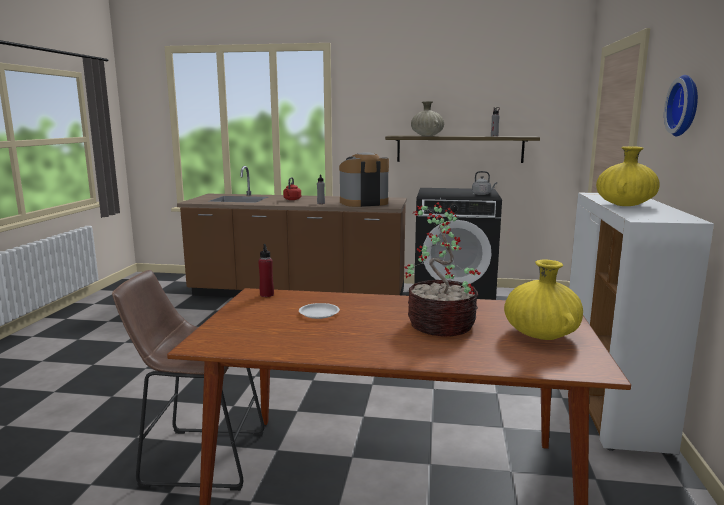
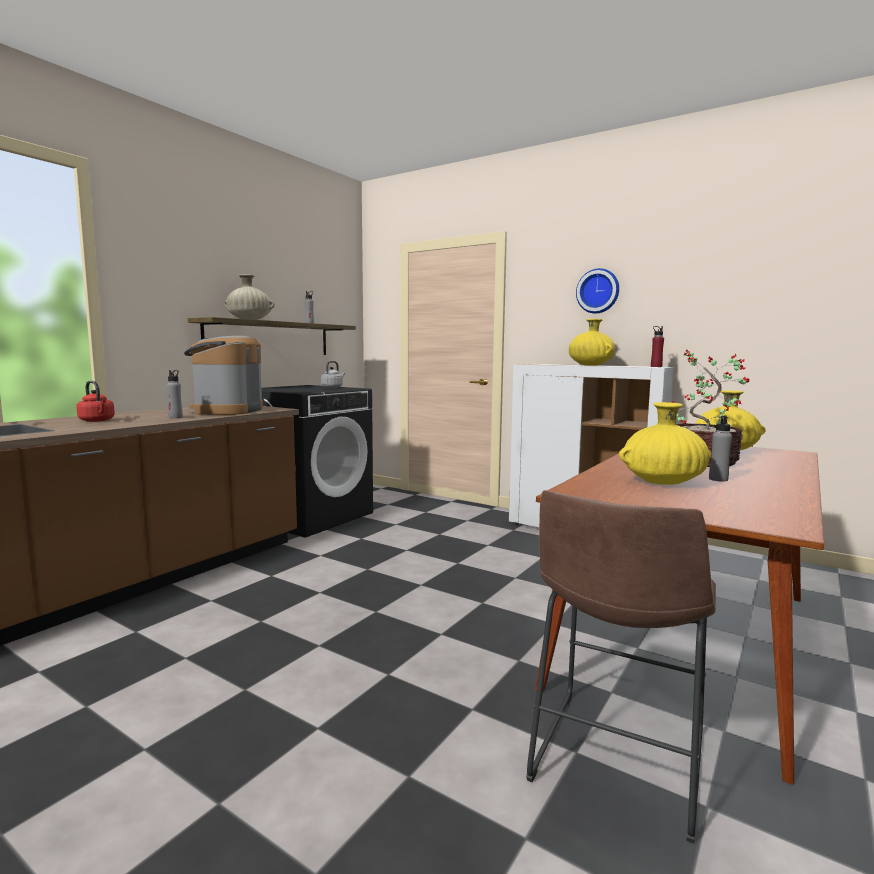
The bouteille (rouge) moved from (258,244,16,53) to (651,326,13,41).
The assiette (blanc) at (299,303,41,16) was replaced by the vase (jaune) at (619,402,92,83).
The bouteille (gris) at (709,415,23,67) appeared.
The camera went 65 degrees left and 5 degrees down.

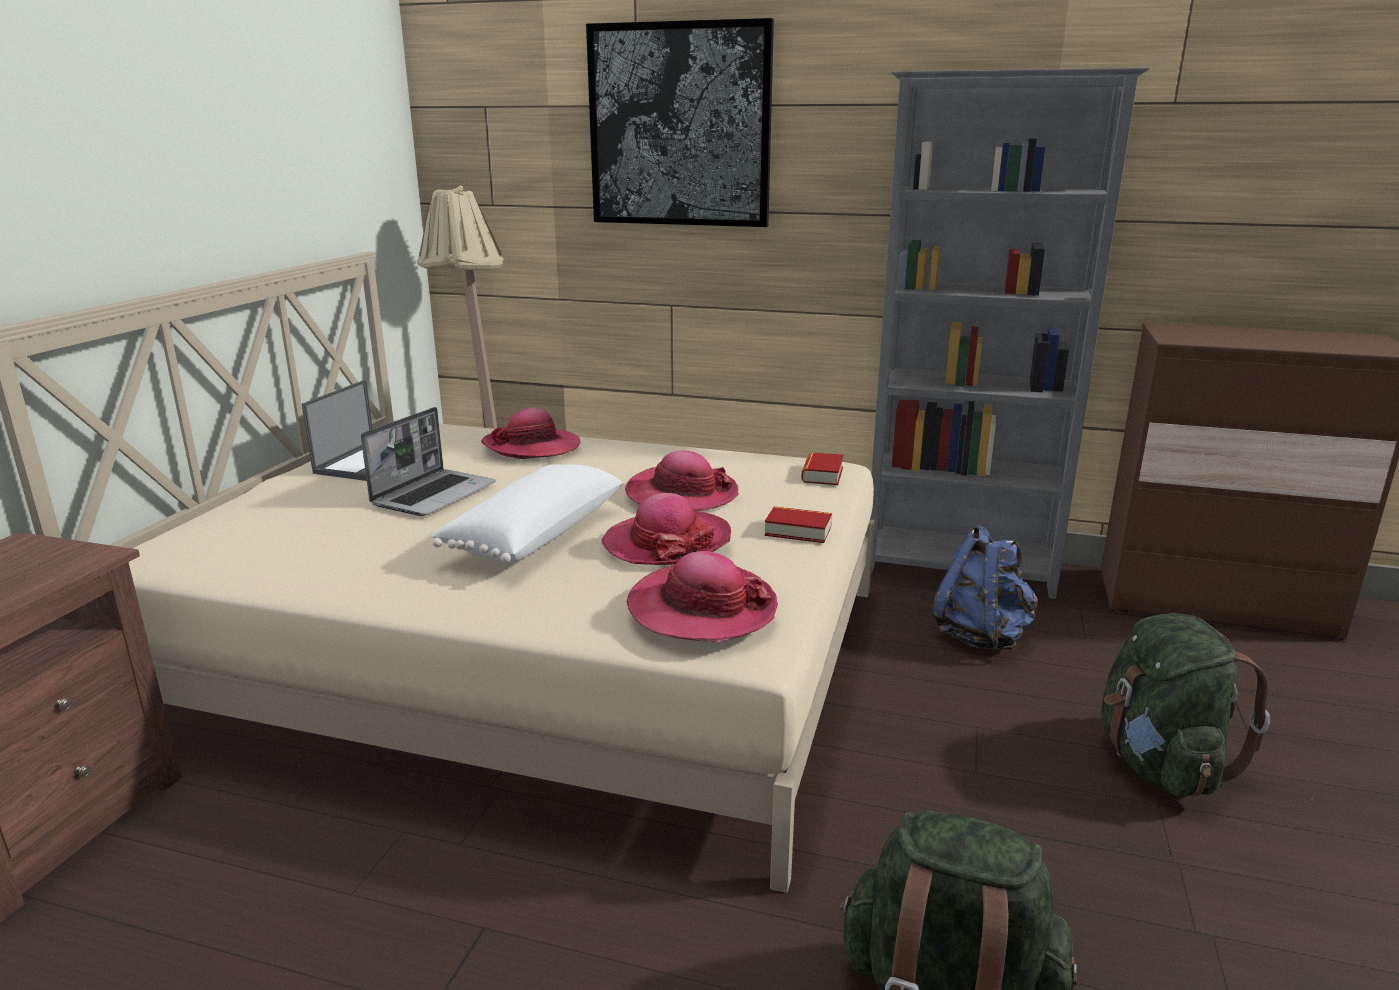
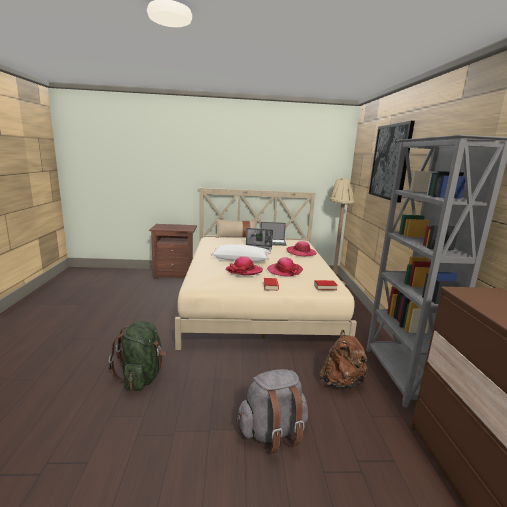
The sac à dos (bleu) at (931,525,107,125) became the sac à dos (marron) at (320,330,48,59).
The chapeau at (627,551,151,91) disappeared.
The sac à dos (vert) at (1101,613,169,184) became the sac à dos (gris) at (237,369,71,85).
The coussin (beige) at (216,219,42,19) appeared.
The camera went 70 degrees right and 5 degrees down.

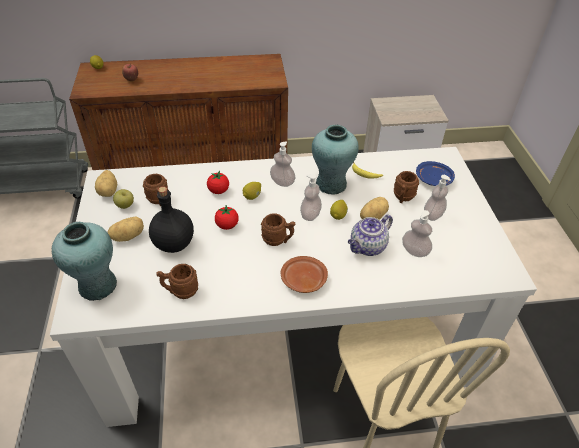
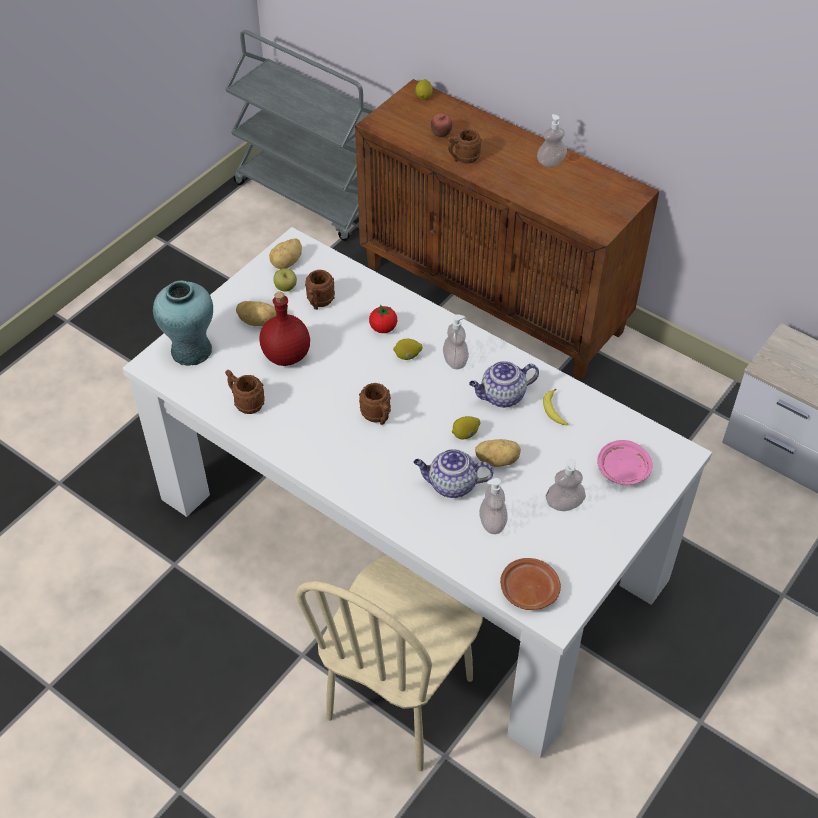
The vase (turquoise) at (312,125,47,70) was replaced by the théière at (469,361,70,47).
The assiette (bleu) at (416,161,39,25) became the assiette (rose) at (597,440,55,45).
The mug (marron) moved from (394,171,25,32) to (448,129,34,35).
The distributeur de savon moved from (300,174,22,47) to (537,114,30,53).
The bouteille (noir) at (149,187,45,66) became the bouteille (rouge) at (260,292,50,74).
The tomate at (215,205,24,25) disappeared.
The assiette (marron) moved from (281,256,47,37) to (500,558,61,52).
The camera went 45 degrees right and 5 degrees up.

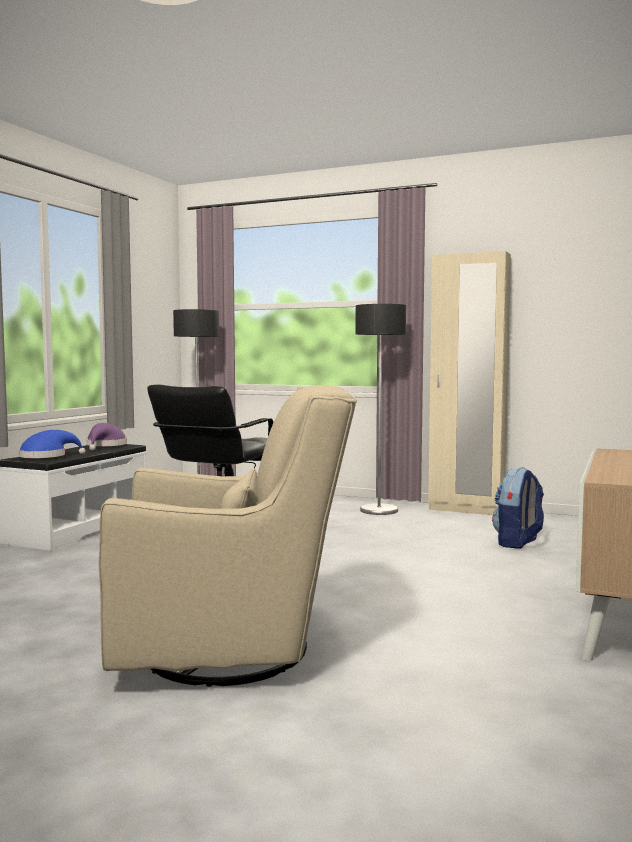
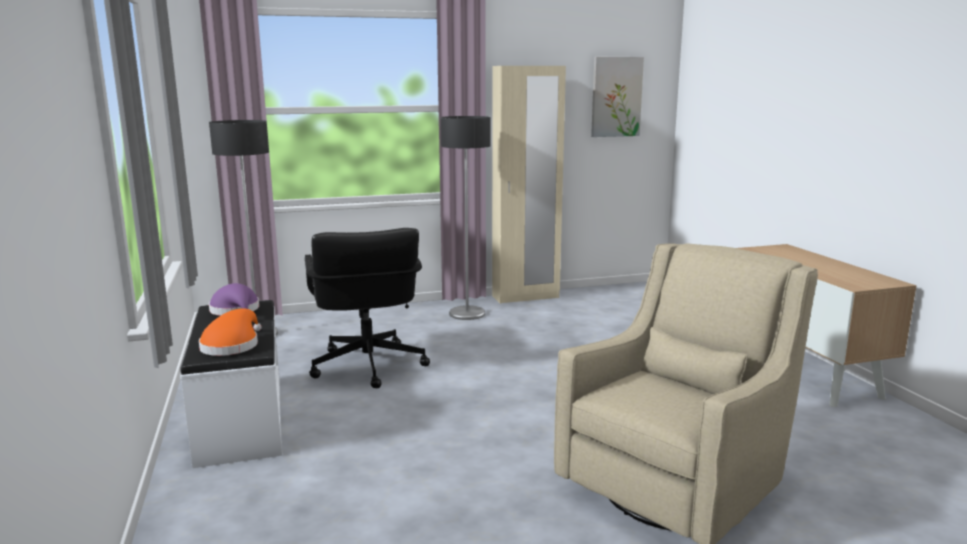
The chapeau (bleu) at (19,430,66,28) became the chapeau (orange) at (199,308,63,48).
The sac à dos at (492,467,52,82) disappeared.
The tableau at (591,57,53,80) appeared.
The camera went 40 degrees left and 10 degrees up.

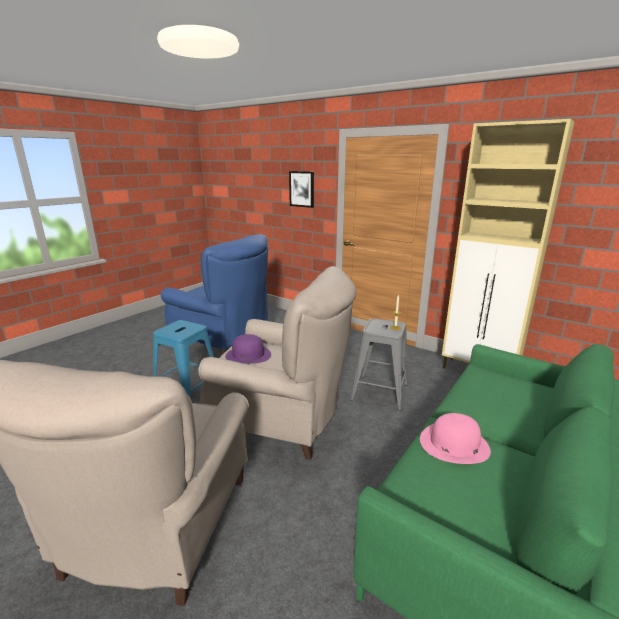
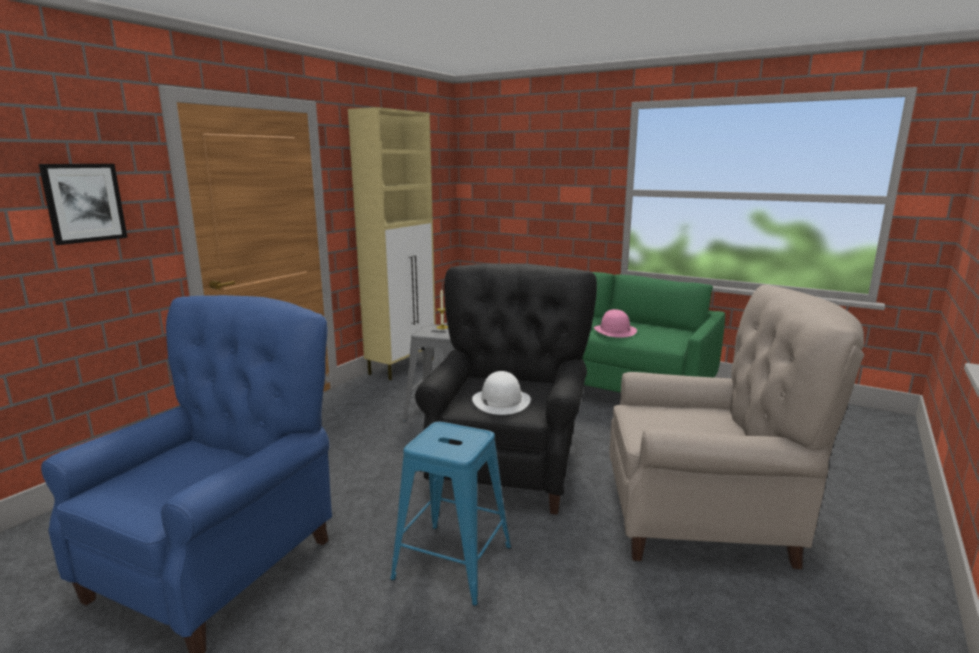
The fauteuil (beige) at (199,266,157,194) became the fauteuil (noir) at (415,263,182,252).
The chapeau (violet) at (225,334,46,30) became the chapeau (blanc) at (472,371,59,44).
The camera went 95 degrees left and 5 degrees down.

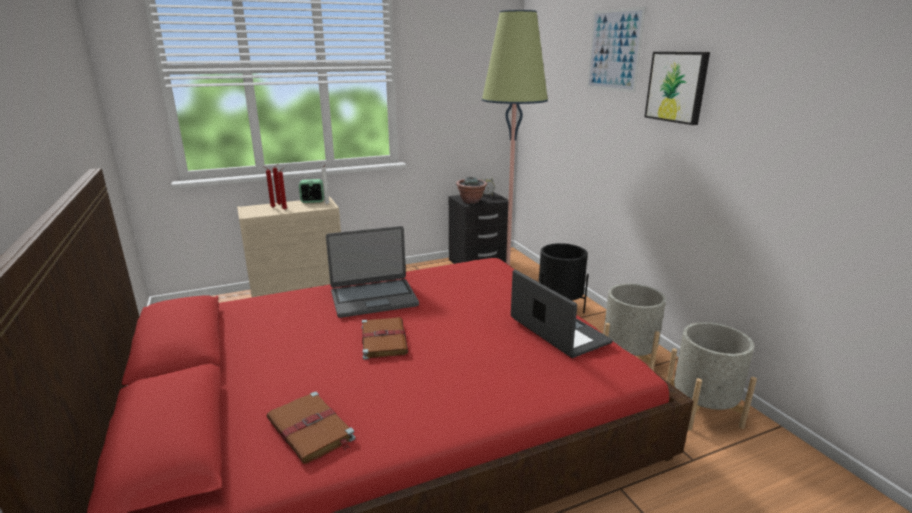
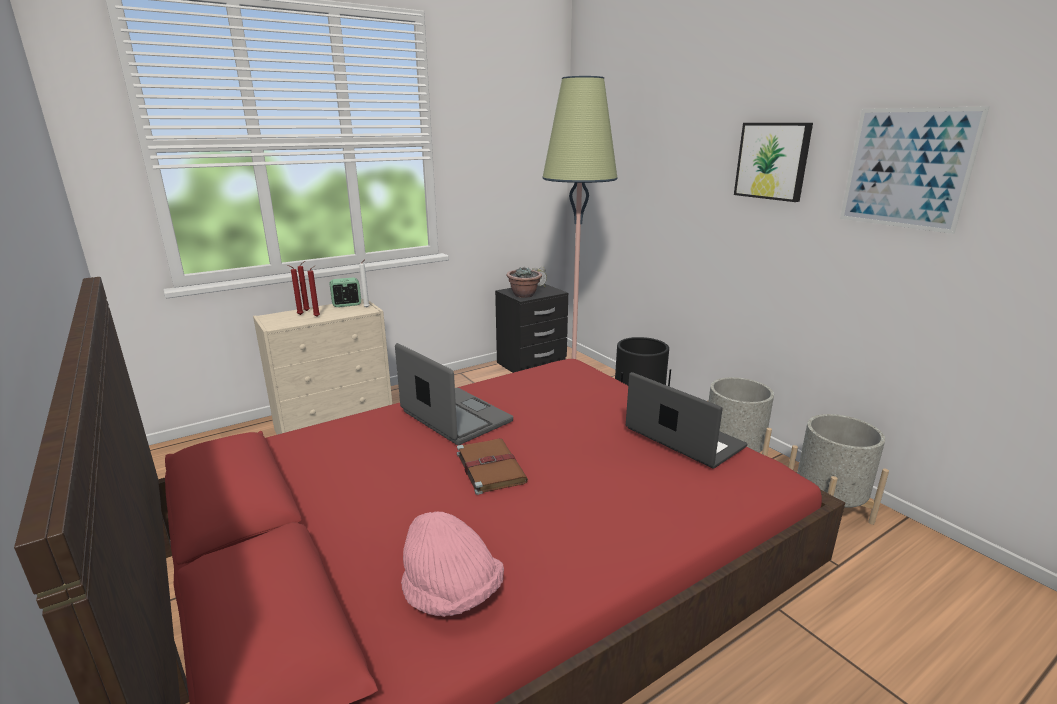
The tableau moved from (587,7,59,86) to (840,106,150,128).
The ordinateur portable at (326,226,93,92) turned 105 degrees counterclockwise.
The livre (marron) at (266,391,89,73) was replaced by the chapeau (rose) at (401,511,103,106).
The camera went 10 degrees left and 0 degrees up.

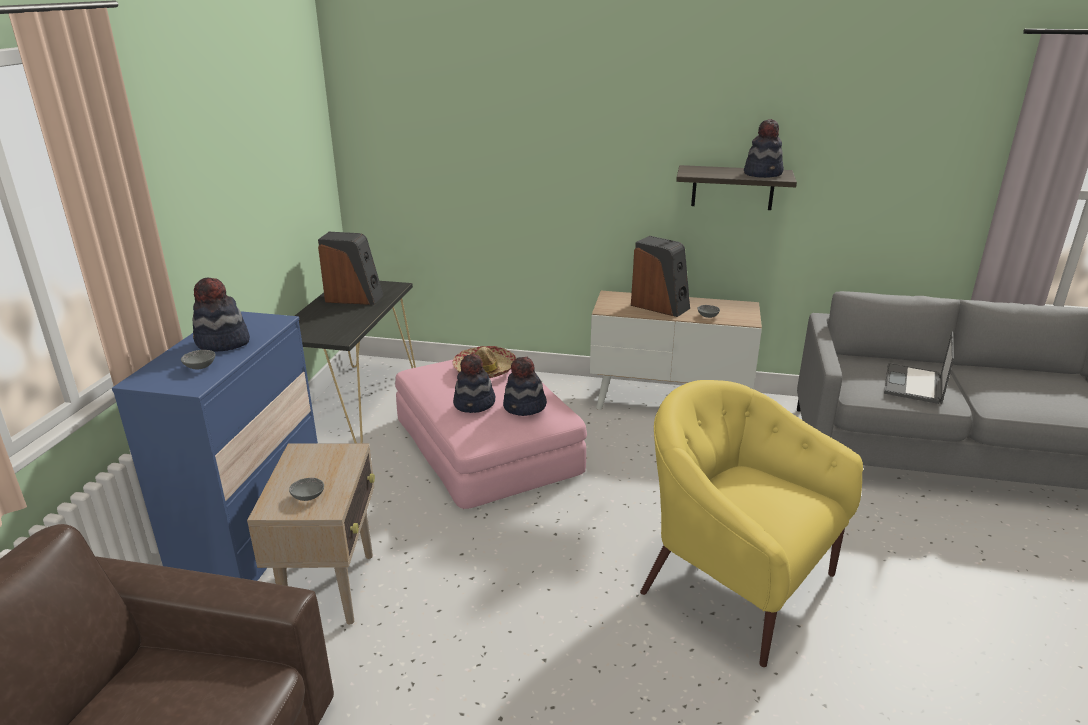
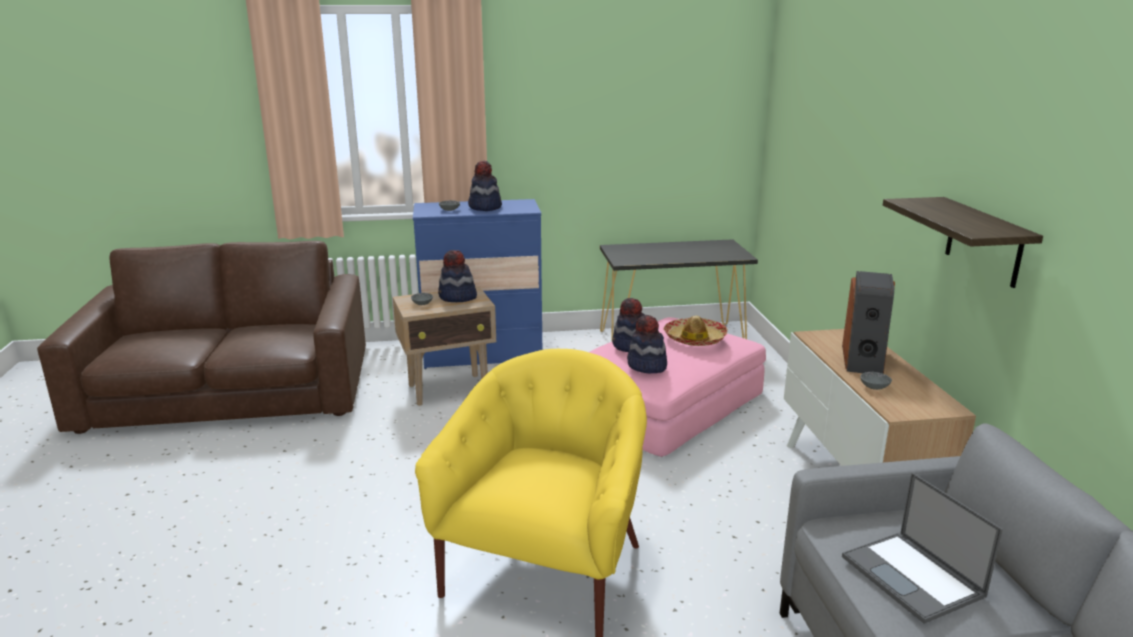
The chapeau moved from (744,119,40,59) to (438,250,39,52).
The enceinte at (318,232,65,73) disappeared.
The ordinateur portable at (884,332,70,72) turned 120 degrees counterclockwise.
The camera went 70 degrees right and 5 degrees down.

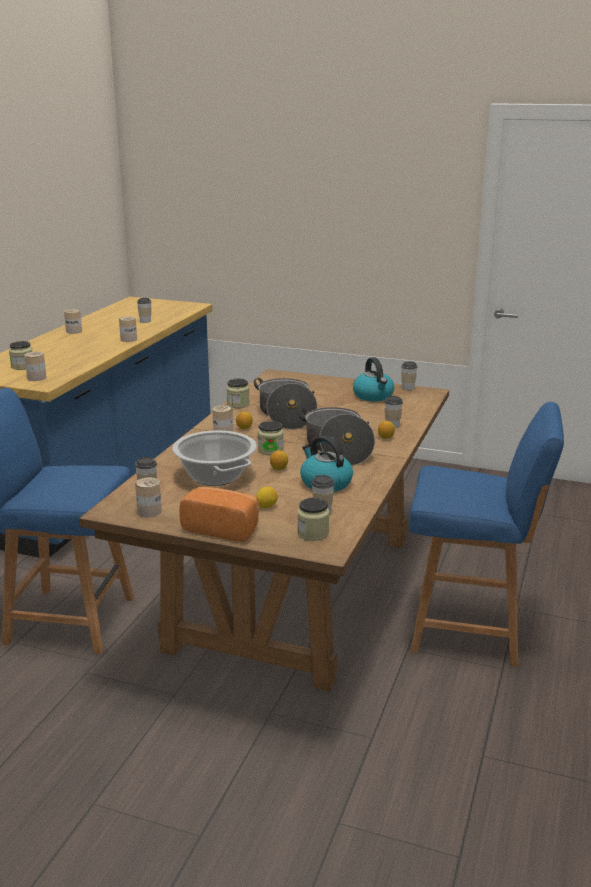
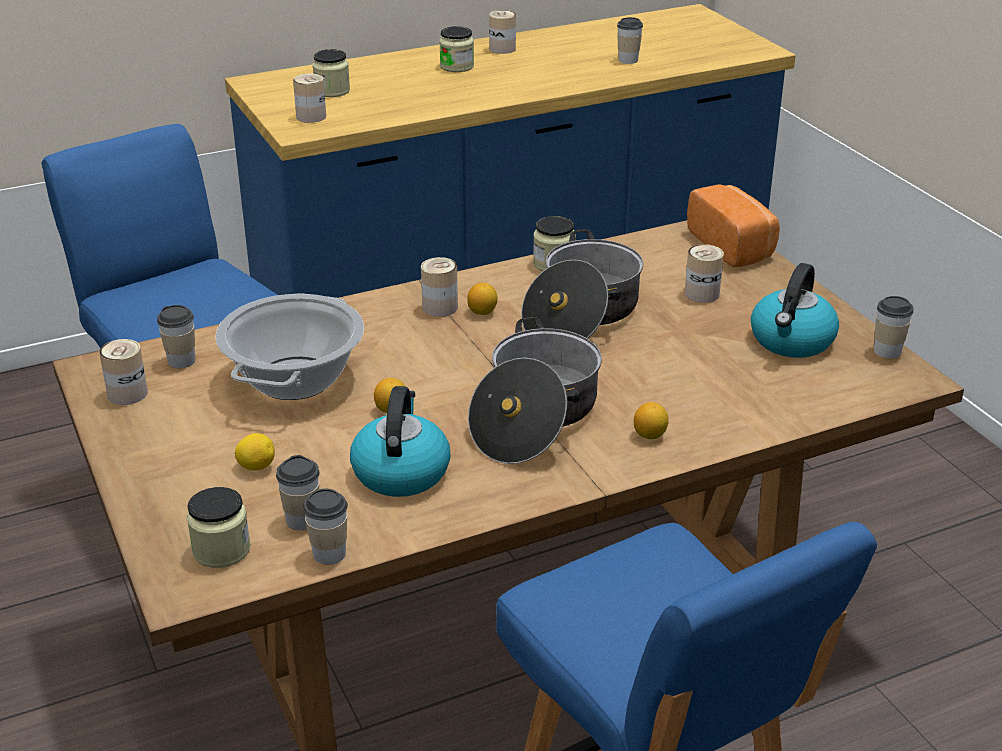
The boîte métallique moved from (119,316,18,26) to (685,244,39,59).
The tasse moved from (384,396,19,32) to (303,489,45,76).
The bocal moved from (258,421,26,34) to (439,26,35,46).
The pain moved from (179,487,80,55) to (687,184,93,84).
The camera went 45 degrees right and 10 degrees up.

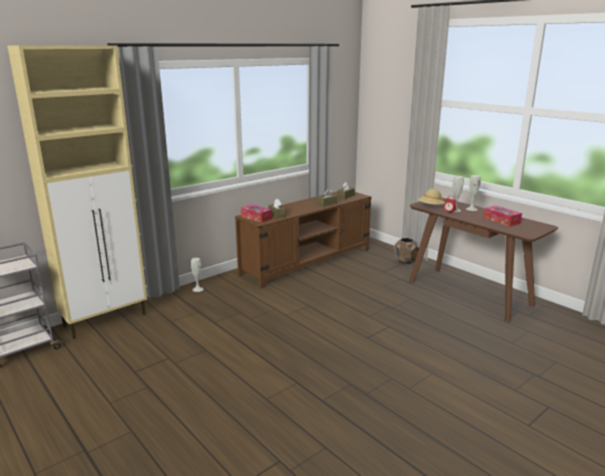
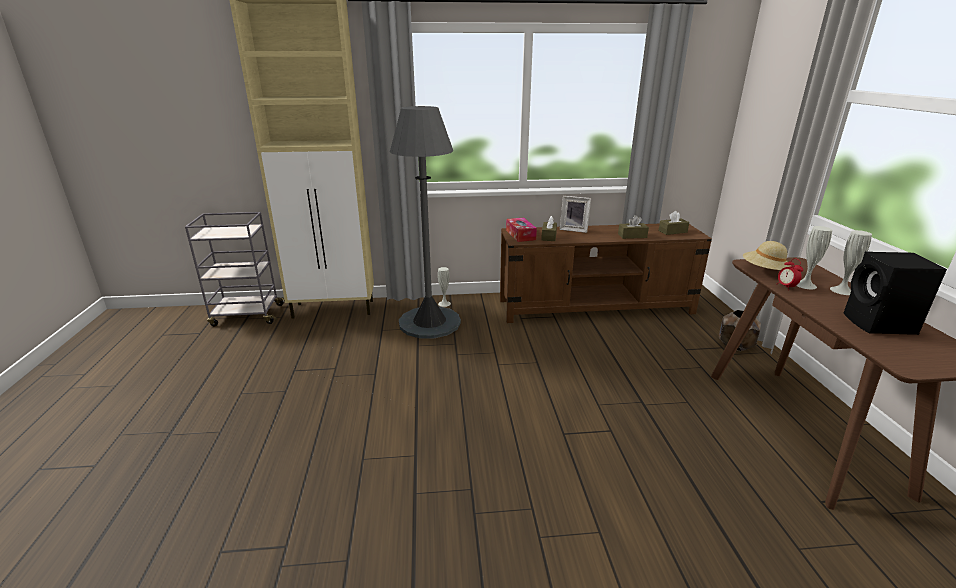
The boîte à mouchoirs at (483,205,39,22) was replaced by the enceinte (noir) at (844,251,103,84).
The lampadaire (gris) at (390,106,71,232) appeared.
The cadre photo at (560,196,31,37) appeared.
The camera went 35 degrees right and 5 degrees up.

